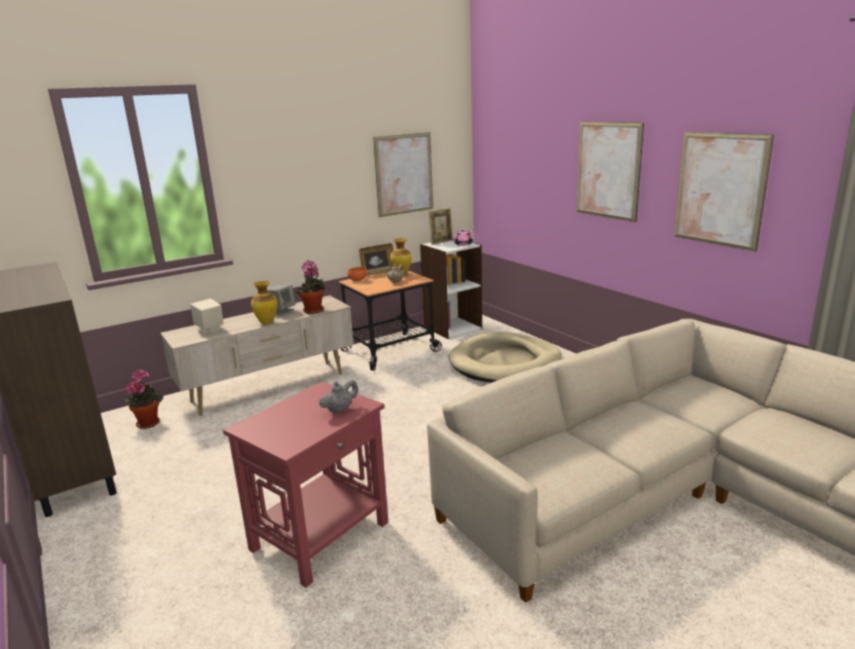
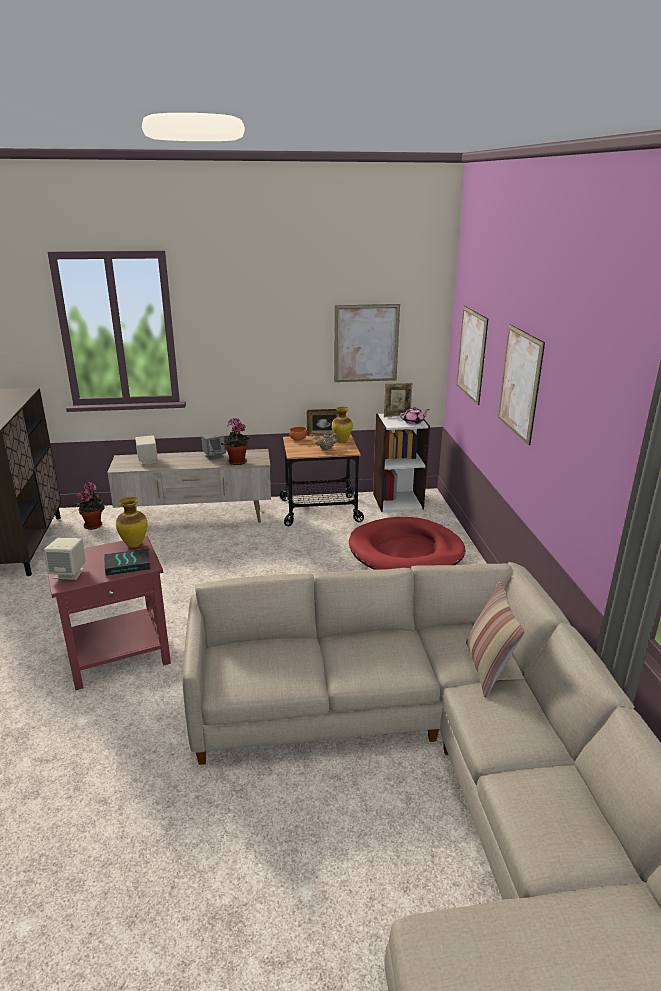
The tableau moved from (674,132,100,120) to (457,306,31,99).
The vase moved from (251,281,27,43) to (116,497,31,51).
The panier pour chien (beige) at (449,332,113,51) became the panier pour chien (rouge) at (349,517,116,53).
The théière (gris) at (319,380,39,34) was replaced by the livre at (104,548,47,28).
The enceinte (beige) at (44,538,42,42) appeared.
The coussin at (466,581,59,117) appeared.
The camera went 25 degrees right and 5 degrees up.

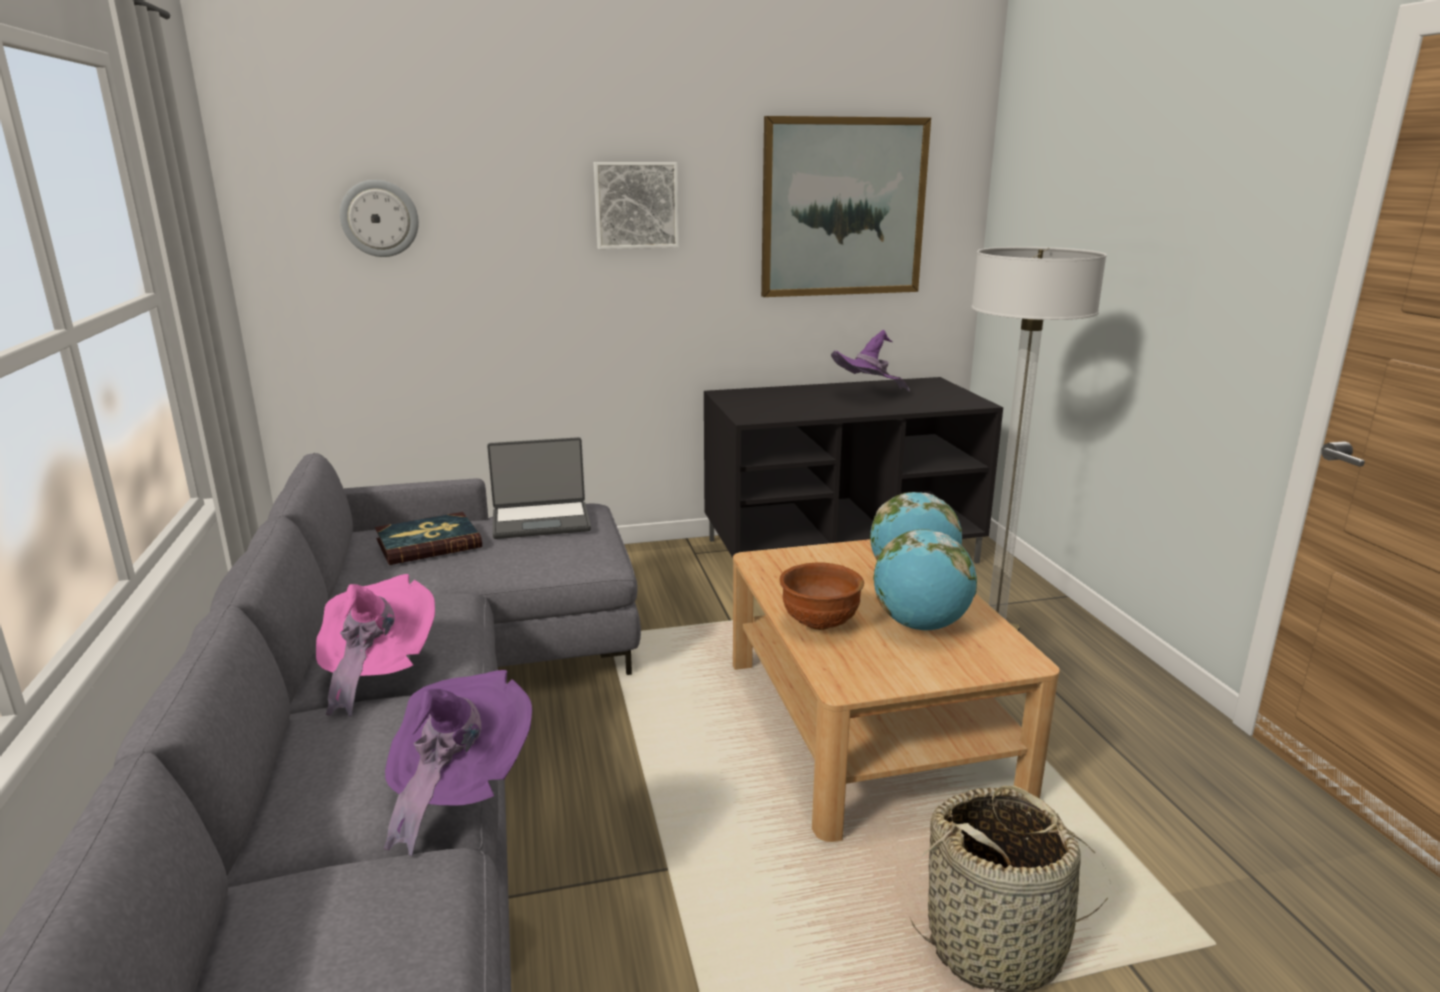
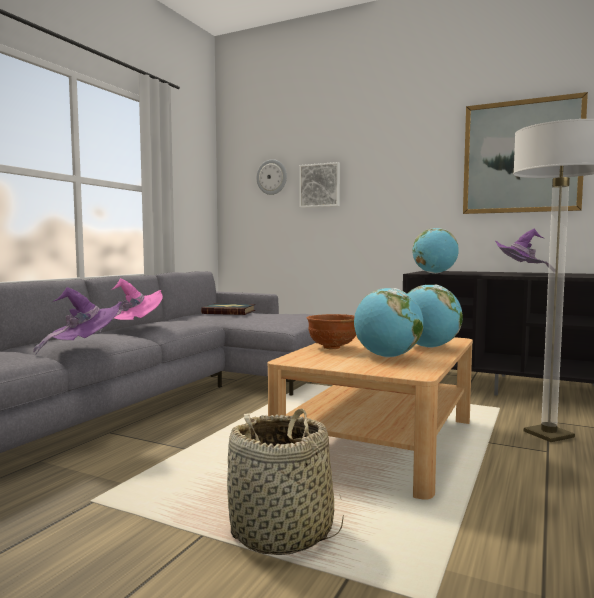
The tableau moved from (593,162,86,87) to (299,162,41,46).
The ordinateur portable at (487,437,104,102) disappeared.
The globe at (412,228,47,46) appeared.
The camera went 40 degrees right and 15 degrees down.

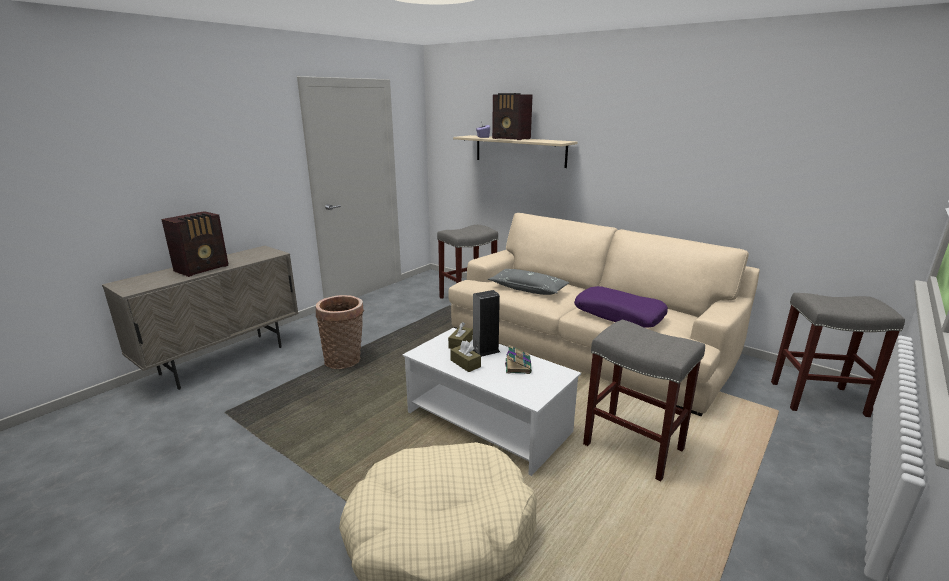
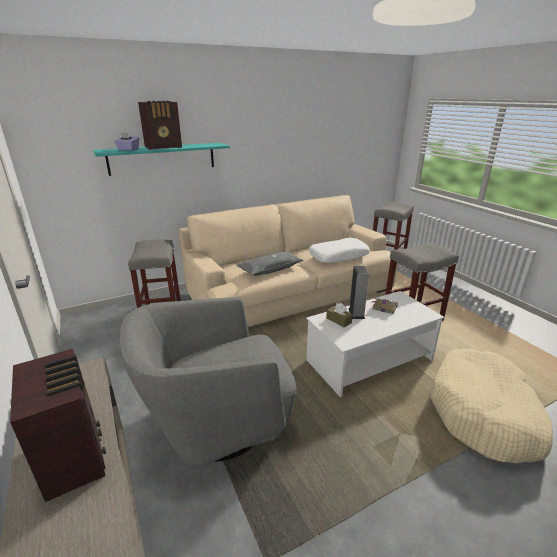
The étagère (beige) at (453,135,124,33) became the étagère (turquoise) at (93,143,137,33).
The coussin (violet) at (574,286,94,42) became the coussin (blanc) at (309,238,61,25).
The panier at (316,295,48,74) was replaced by the fauteuil (gris) at (120,297,177,169).
The boîte à mouchoirs (marron) at (450,341,31,31) disappeared.
The camera went 65 degrees left and 5 degrees up.

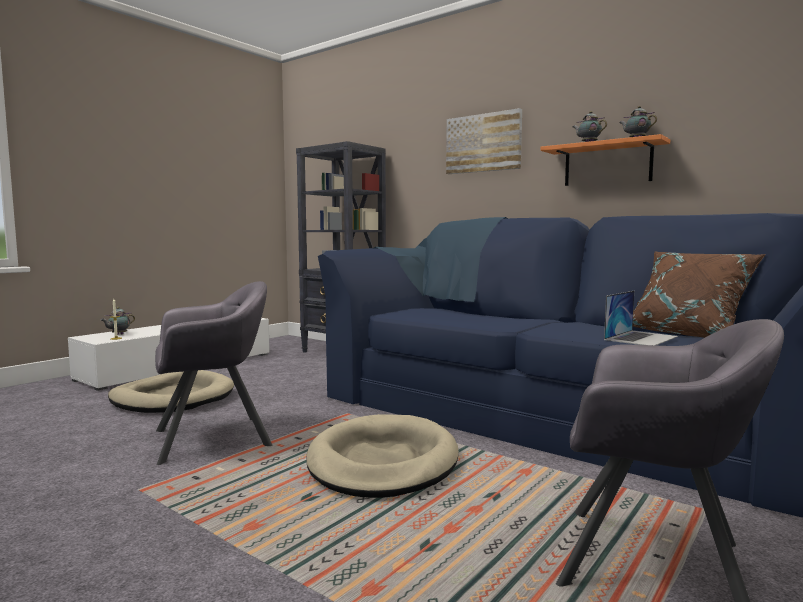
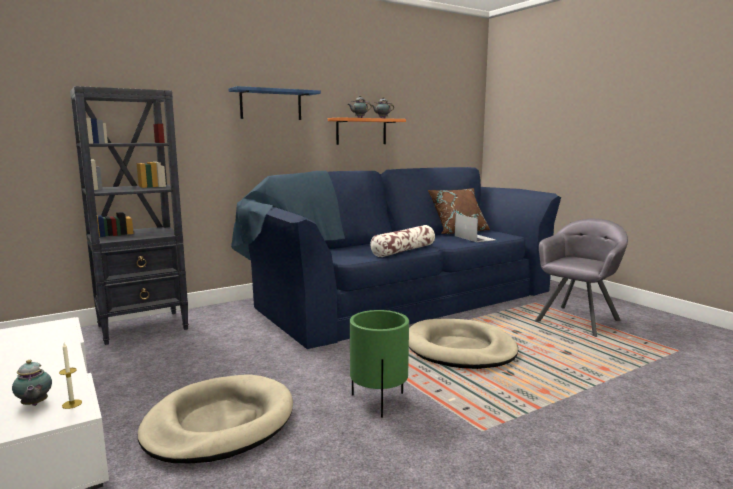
The tableau at (446,108,76,66) was replaced by the étagère (bleu) at (228,86,93,34).
The fauteuil (gris) at (155,281,117,184) was replaced by the cache-pot (vert) at (350,310,59,108).
The coussin at (370,225,65,32) appeared.
The camera went 70 degrees left and 5 degrees up.

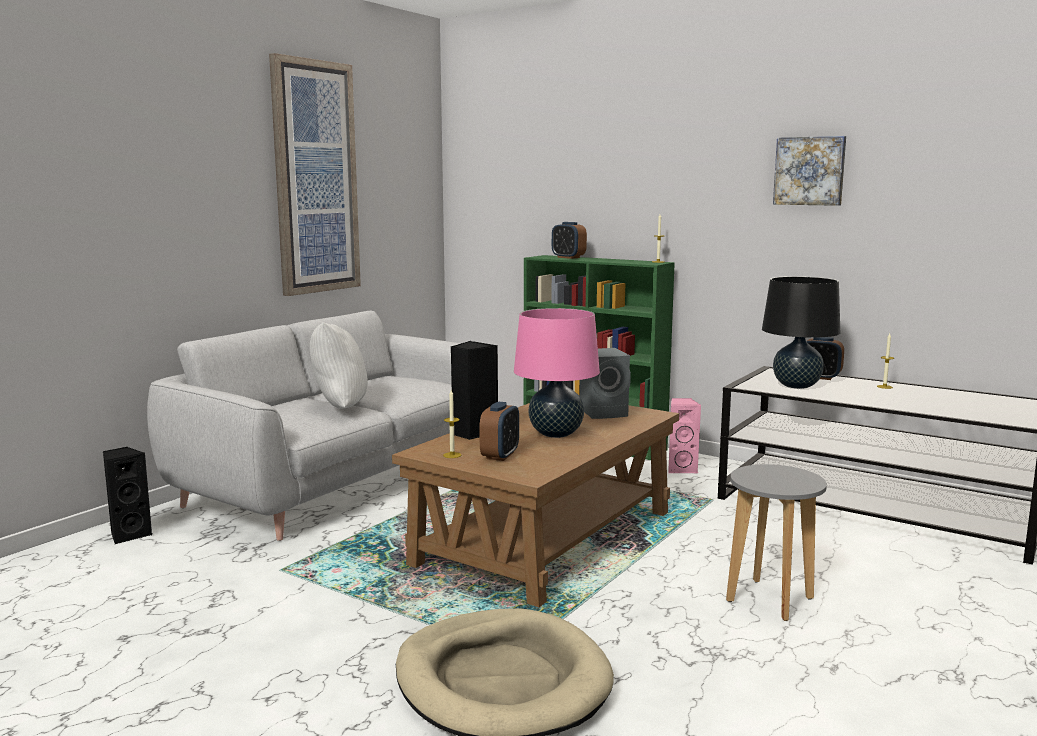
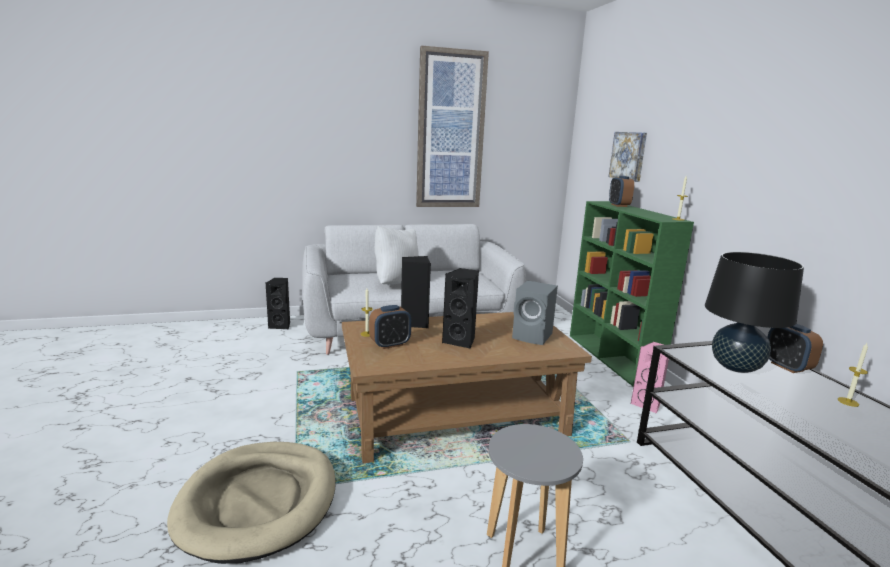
The tableau moved from (773,136,73,70) to (609,132,38,50).
The lampe de table (rose) at (514,308,86,130) was replaced by the enceinte (noir) at (442,268,37,81).
The camera went 40 degrees right and 5 degrees up.

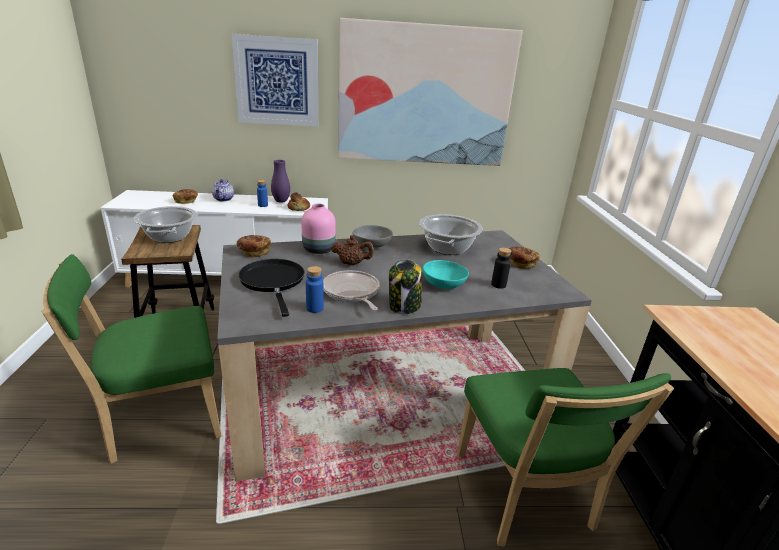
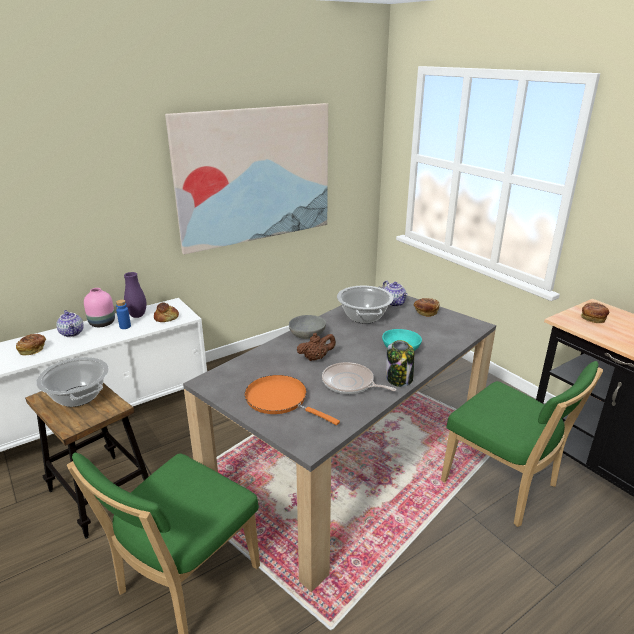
The tableau at (232,34,87,92) disappeared.
The vase (rose) moved from (302,203,34,51) to (84,288,31,39).
The pain moved from (237,235,34,23) to (581,302,28,21).
The bouteille (noir) at (491,248,21,41) disappeared.
The poêle (noir) at (238,259,66,58) became the poêle (orange) at (245,375,95,50).
The bouteille (bleu) at (306,266,18,47) disappeared.
The théière at (383,281,25,26) appeared.
The camera went 30 degrees left and 0 degrees up.

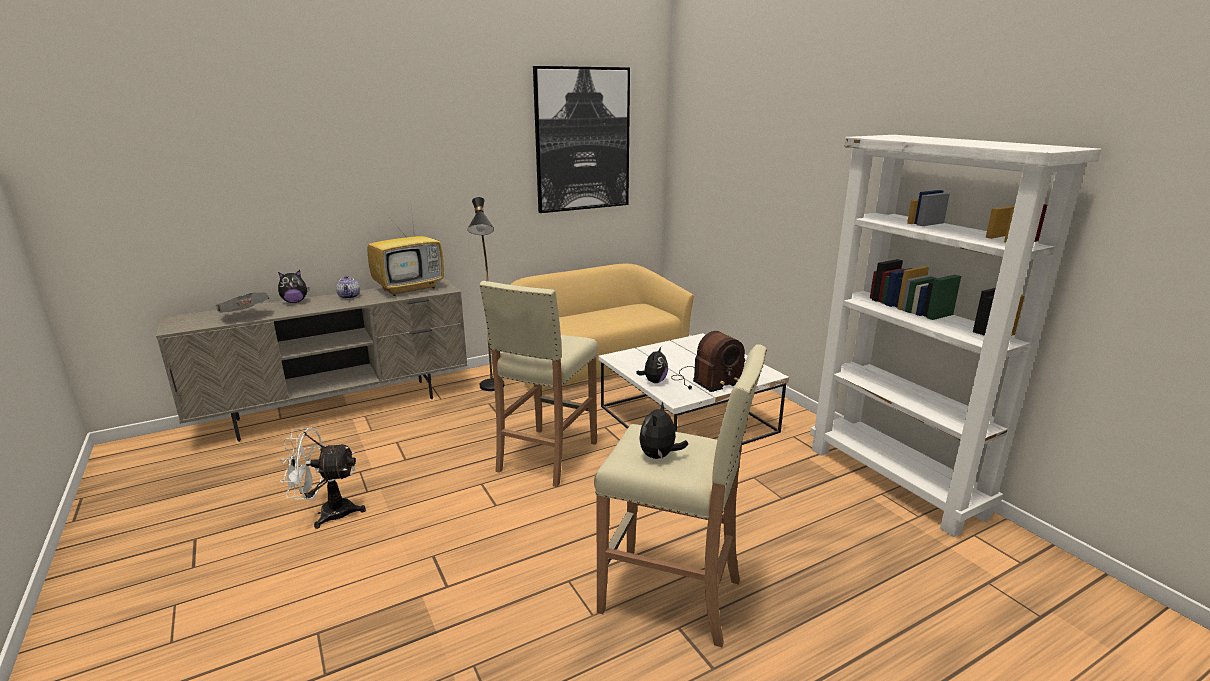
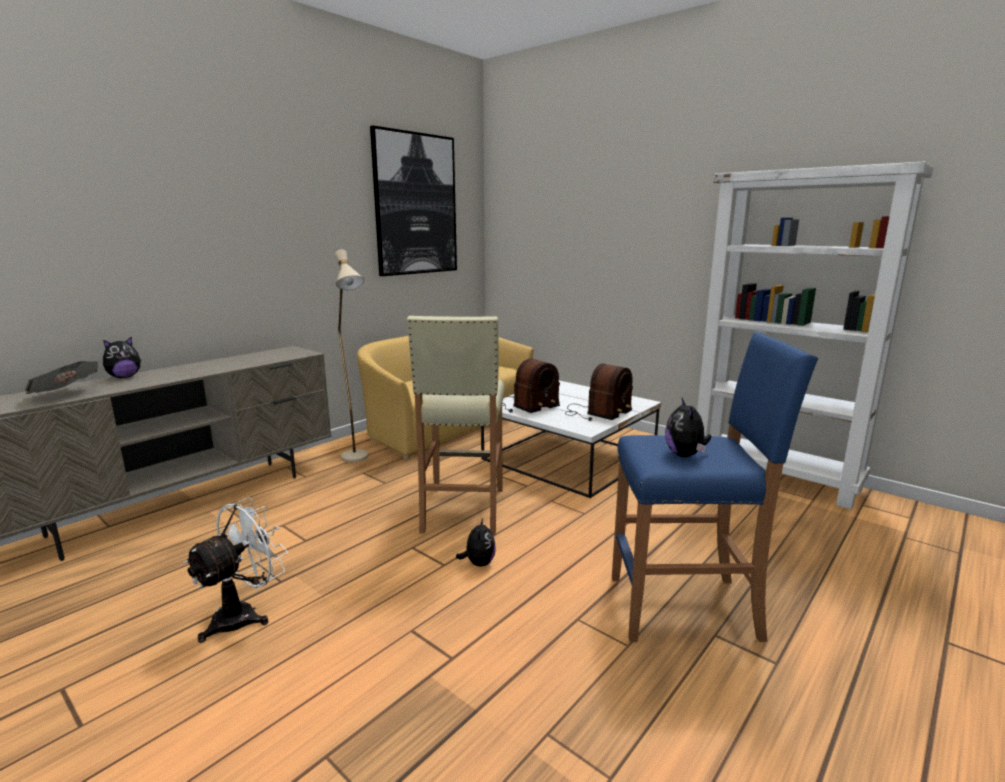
The lampadaire (noir) at (467,197,37,194) became the lampadaire (beige) at (334,249,34,213).
The téléviseur at (368,208,76,88) disappeared.
The théière at (336,276,24,23) disappeared.
The tabouret (beige) at (594,344,173,303) became the tabouret (bleu) at (612,332,206,310).
The peluche moved from (636,347,32,36) to (456,518,40,49).
The ventilateur (blanc) at (279,427,87,102) turned 150 degrees clockwise.
The radio at (502,359,58,54) appeared.
The camera went 20 degrees left and 5 degrees down.

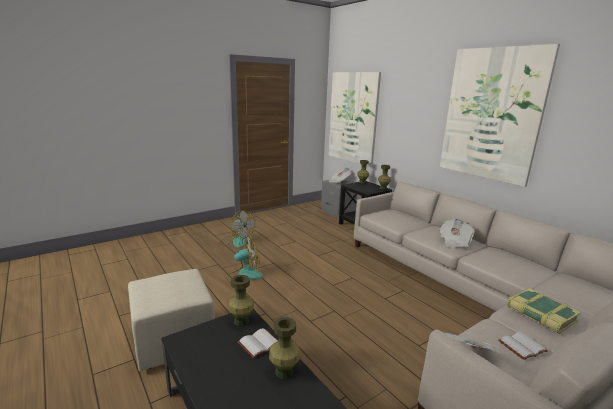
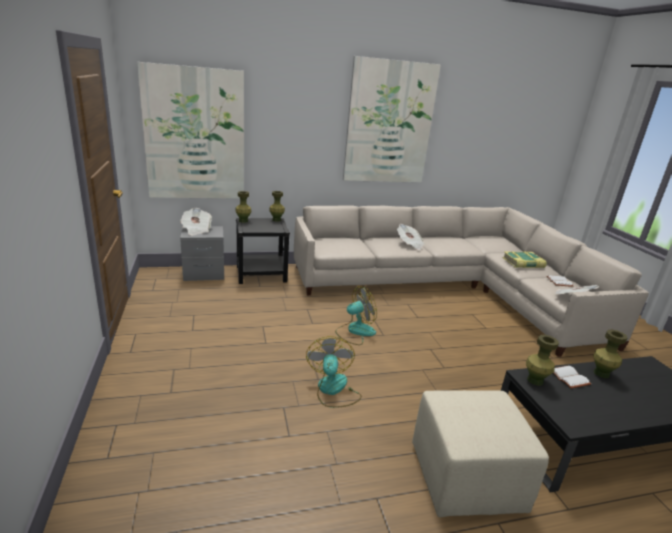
The ventilateur moved from (220,210,35,38) to (335,286,42,59).
The camera went 70 degrees left and 5 degrees up.

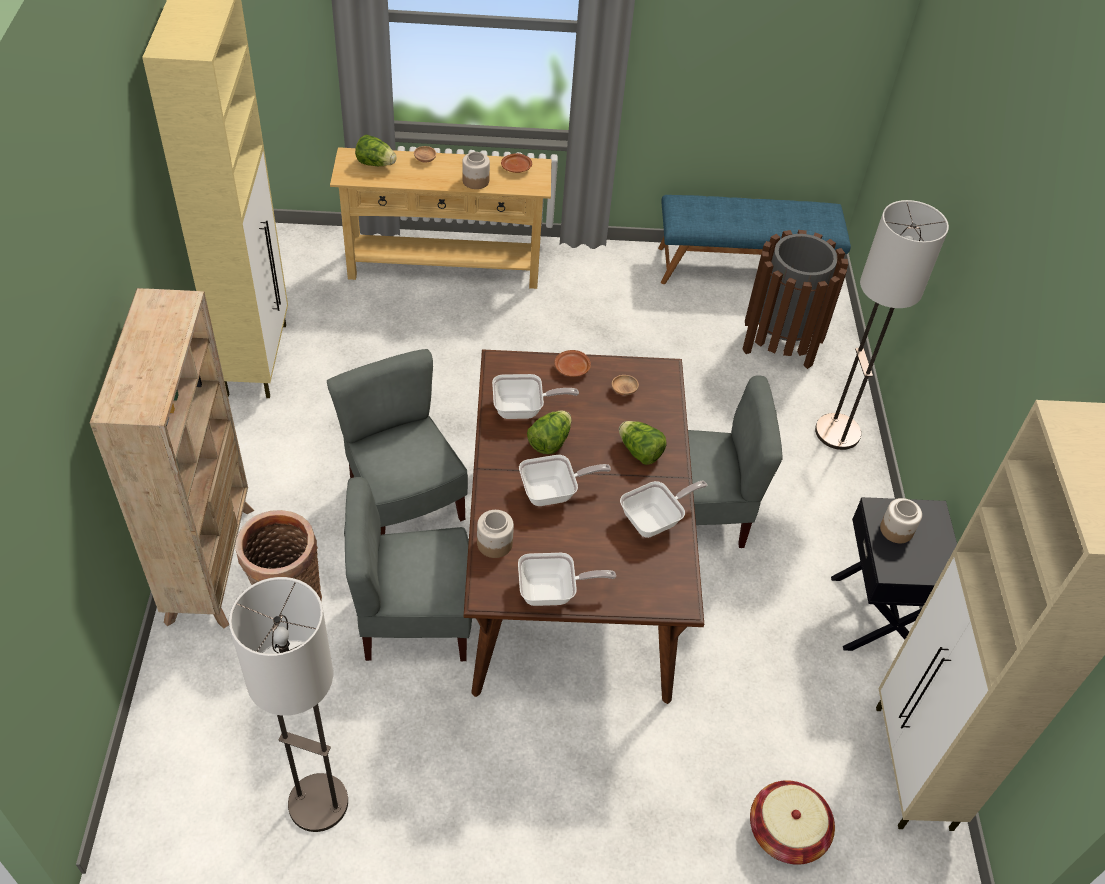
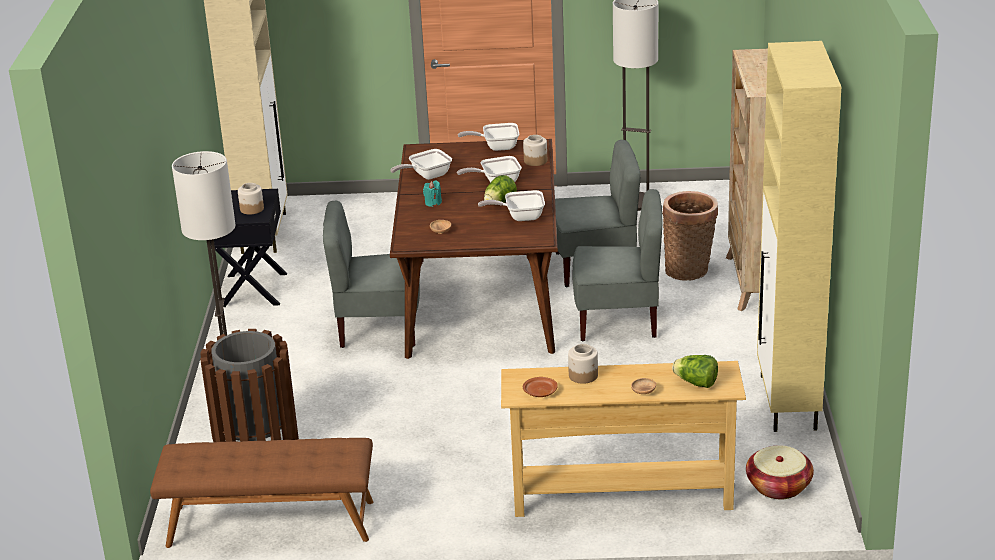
The banc (bleu) at (658,195,193,89) became the banc (marron) at (150,438,223,110).
The chaise (gris) at (327,349,141,186) turned 60 degrees counterclockwise.
The assiette (marron) at (555,350,36,27) disappeared.
The laitue at (619,421,48,44) was replaced by the bougie (turquoise) at (423,181,19,26).
The panier moved from (750,780,85,85) to (746,445,68,54).
The camera went 175 degrees left and 20 degrees down.

